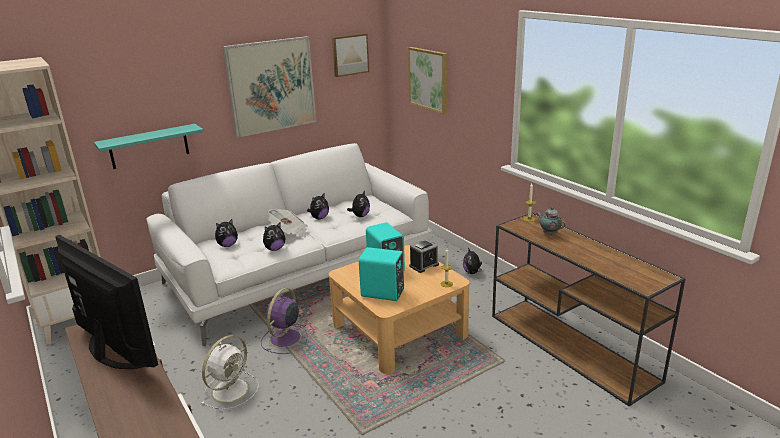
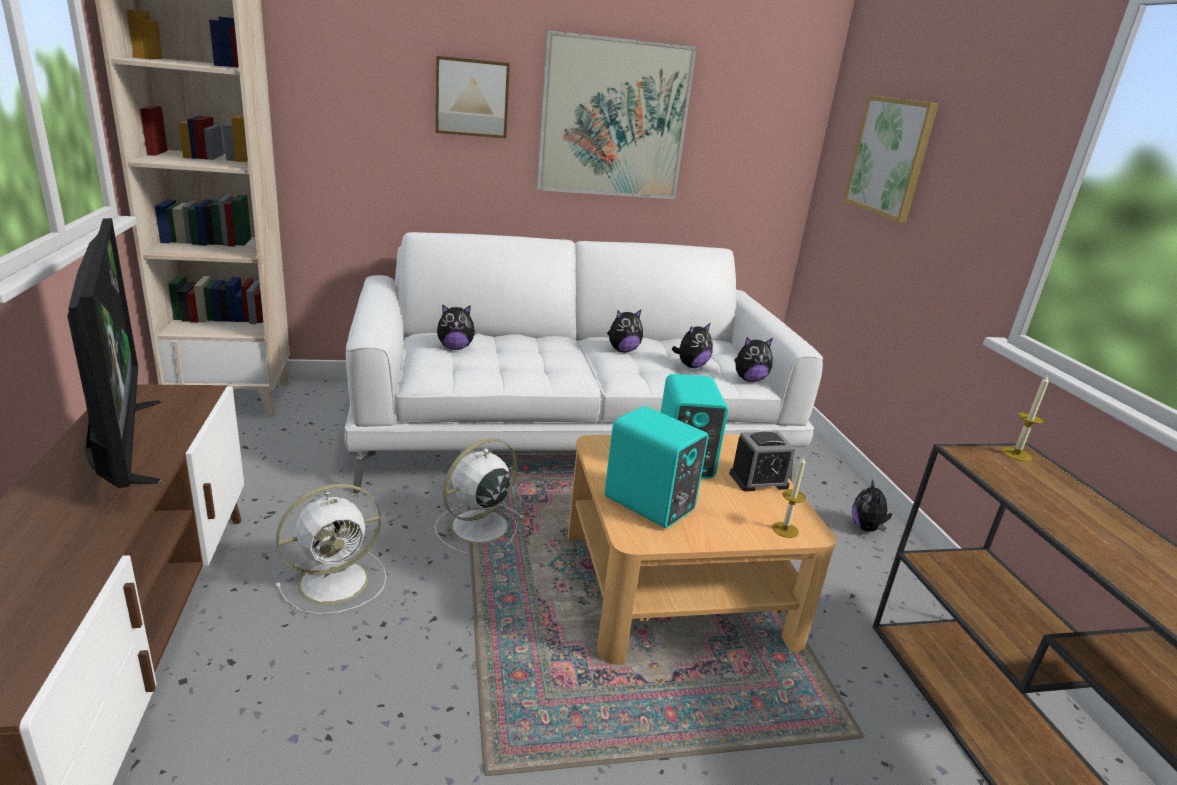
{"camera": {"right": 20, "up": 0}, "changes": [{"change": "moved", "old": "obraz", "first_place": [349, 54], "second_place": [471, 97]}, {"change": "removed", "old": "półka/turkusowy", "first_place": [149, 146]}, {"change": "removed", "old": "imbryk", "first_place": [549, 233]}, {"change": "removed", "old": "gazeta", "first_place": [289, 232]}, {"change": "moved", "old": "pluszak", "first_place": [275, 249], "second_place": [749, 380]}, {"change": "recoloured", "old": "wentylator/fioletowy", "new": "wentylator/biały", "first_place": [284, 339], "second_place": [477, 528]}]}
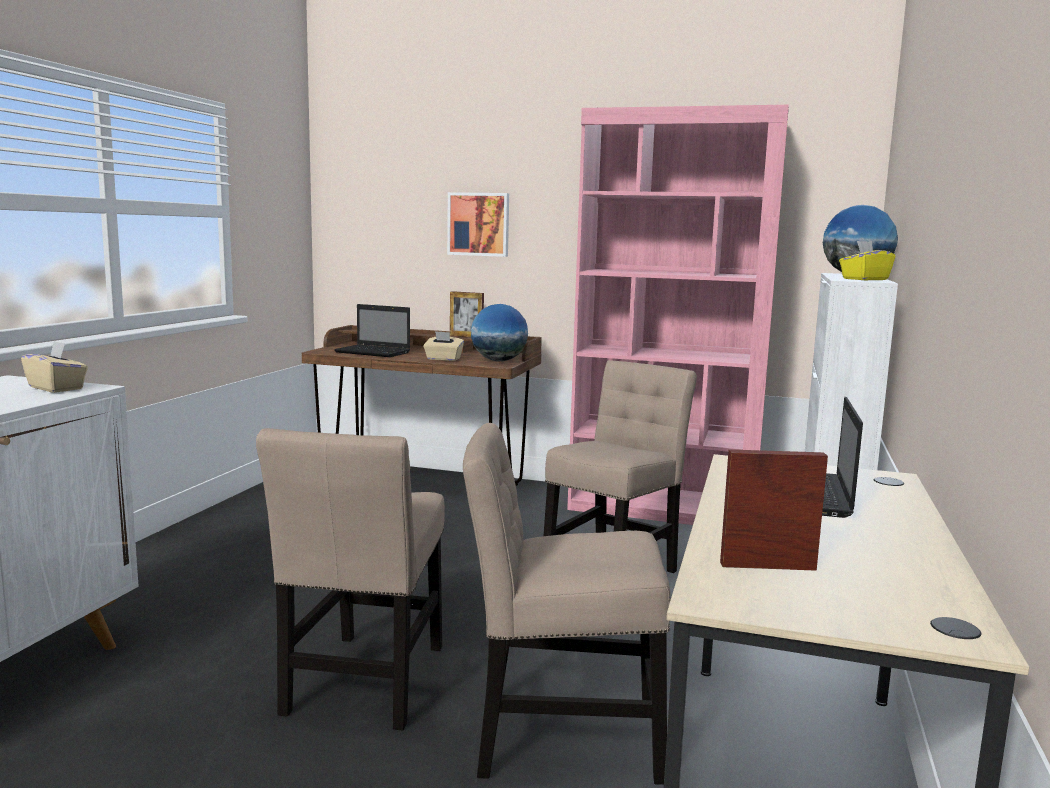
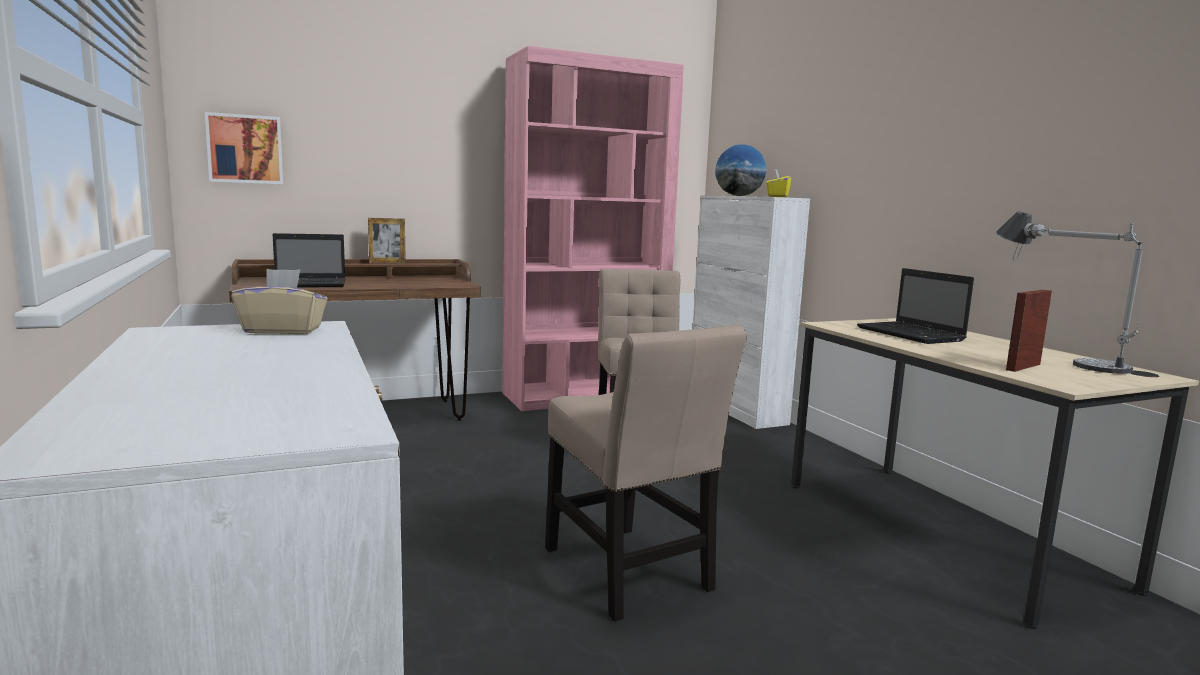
{"camera": {"right": -40, "up": 0}, "changes": [{"change": "moved", "old": "obraz", "first_place": [479, 224], "second_place": [245, 149]}, {"change": "removed", "old": "globus", "first_place": [498, 361]}, {"change": "removed", "old": "pudełko chusteczek/beżowy", "first_place": [443, 359]}, {"change": "removed", "old": "krzesło/beżowy", "first_place": [558, 739]}, {"change": "added", "new": "lampa stołowa", "second_place": [1055, 356]}]}
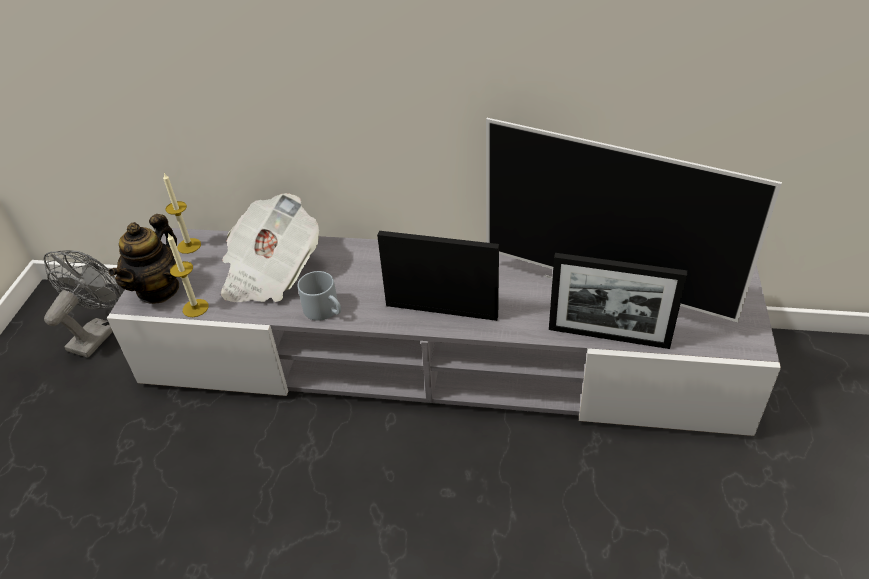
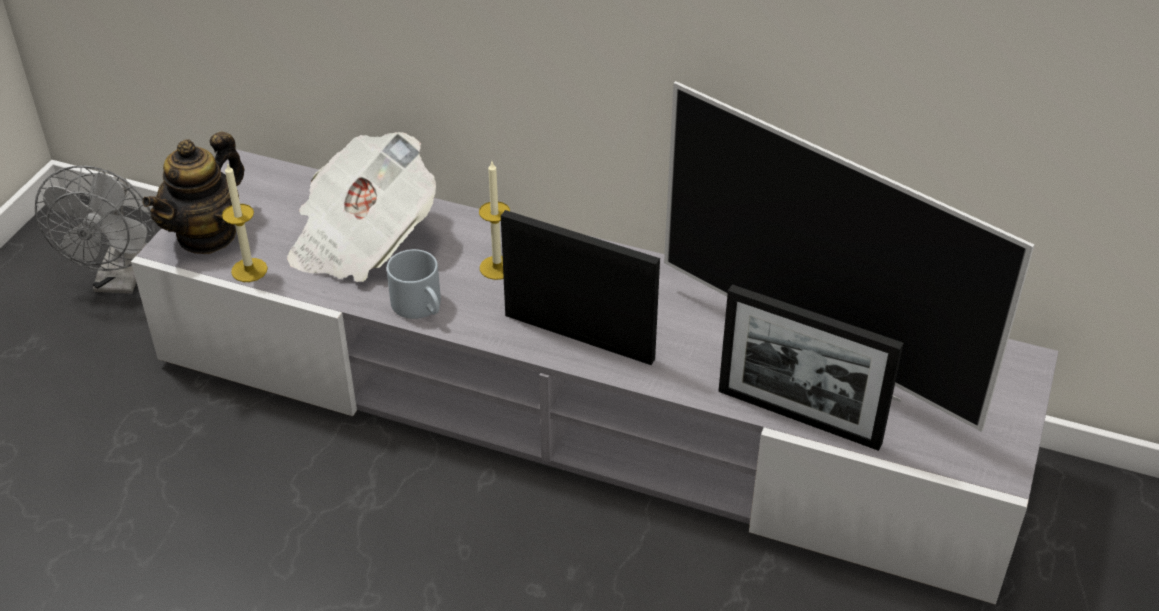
{"camera": {"right": 10, "up": 0}, "changes": [{"change": "moved", "old": "świeca", "first_place": [189, 246], "second_place": [497, 267]}, {"change": "turned", "old": "wentylator/szary", "first_place": [98, 333], "second_place": [120, 280], "degrees": 150}]}
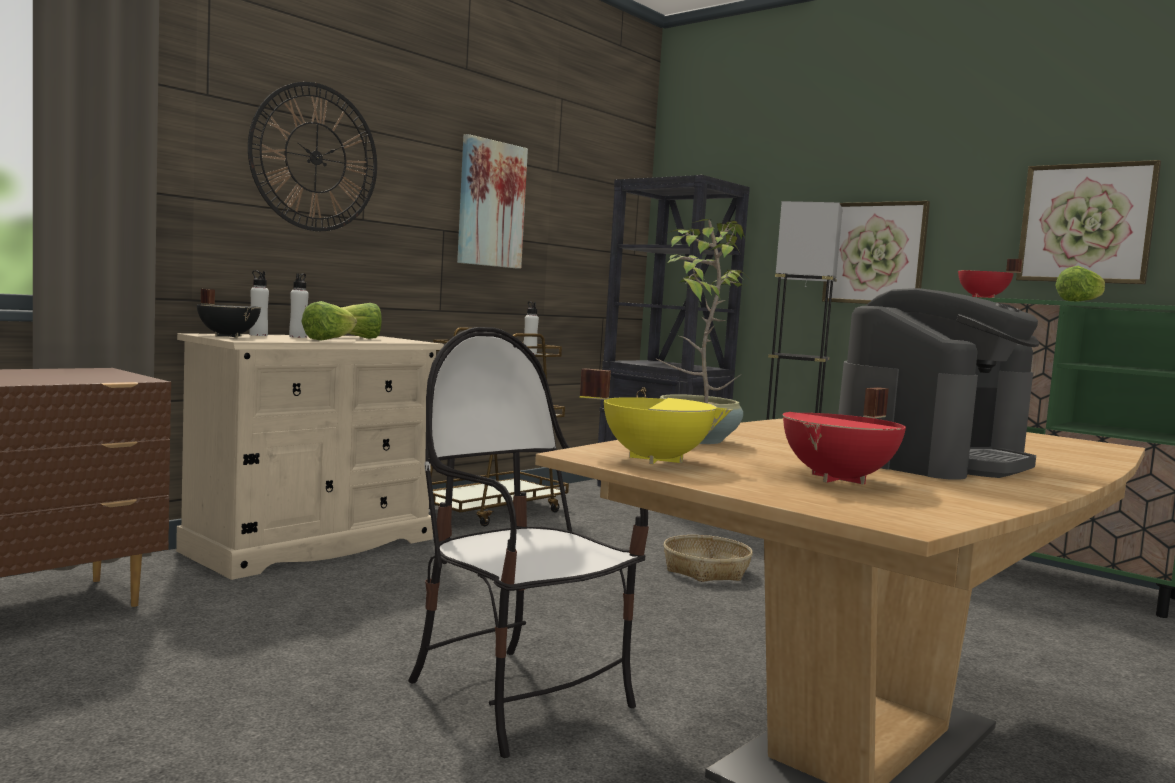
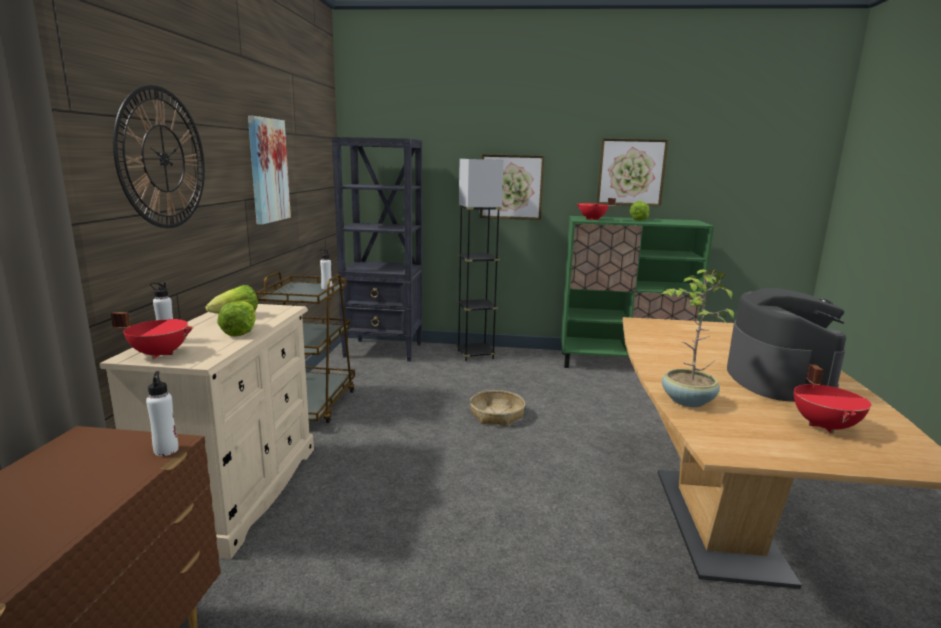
{"camera": {"right": -35, "up": 10}, "changes": [{"change": "moved", "old": "butelka/biały", "first_place": [298, 337], "second_place": [166, 450]}, {"change": "recoloured", "old": "garnek/czarny", "new": "garnek/czerwony", "first_place": [229, 336], "second_place": [160, 354]}, {"change": "removed", "old": "krzesło", "first_place": [518, 697]}, {"change": "removed", "old": "garnek/żółty", "first_place": [655, 459]}]}
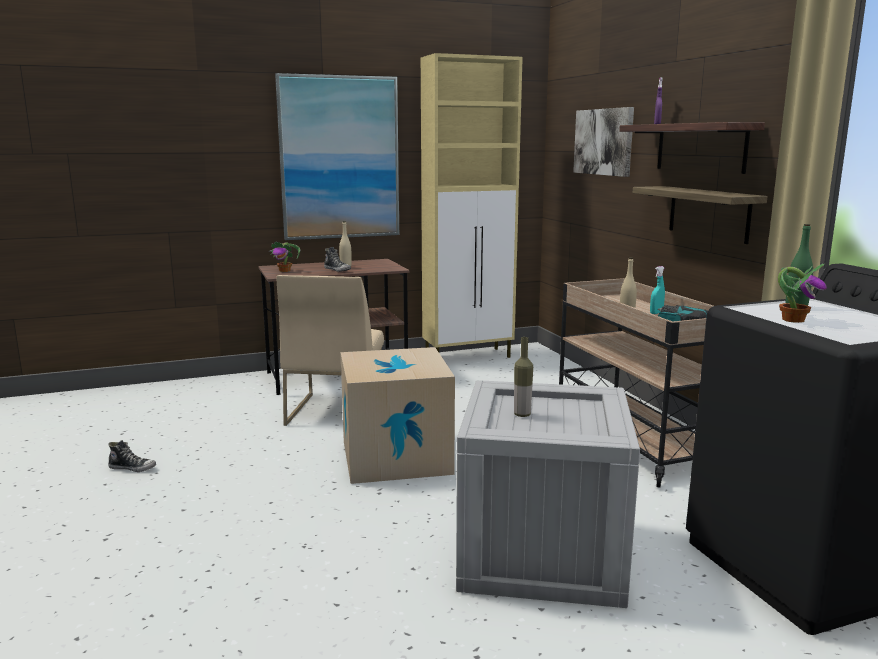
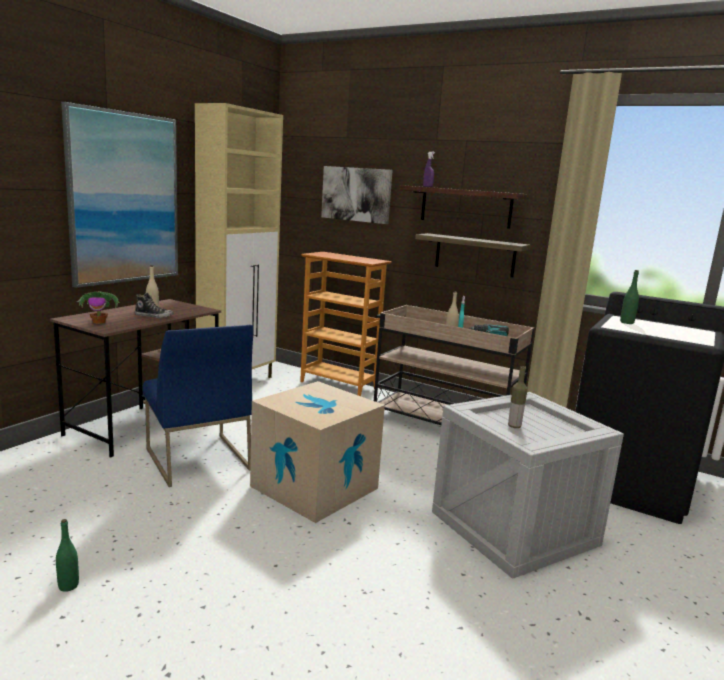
{"camera": {"right": -40, "up": 0}, "changes": [{"change": "removed", "old": "roślina doniczkowa", "first_place": [792, 320]}, {"change": "recoloured", "old": "krzesło/beżowy", "new": "krzesło/niebieski", "first_place": [335, 410], "second_place": [196, 459]}, {"change": "replaced", "old": "but", "new": "butelka/zielony", "first_place": [133, 468], "second_place": [68, 586]}, {"change": "added", "new": "regał", "second_place": [339, 385]}]}
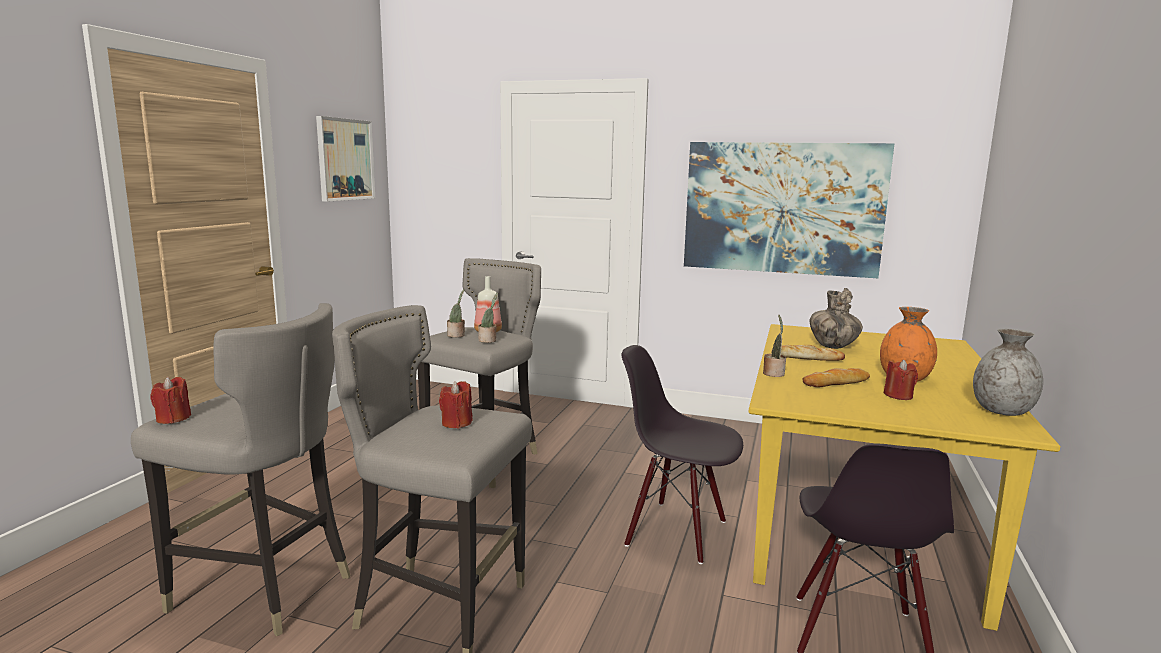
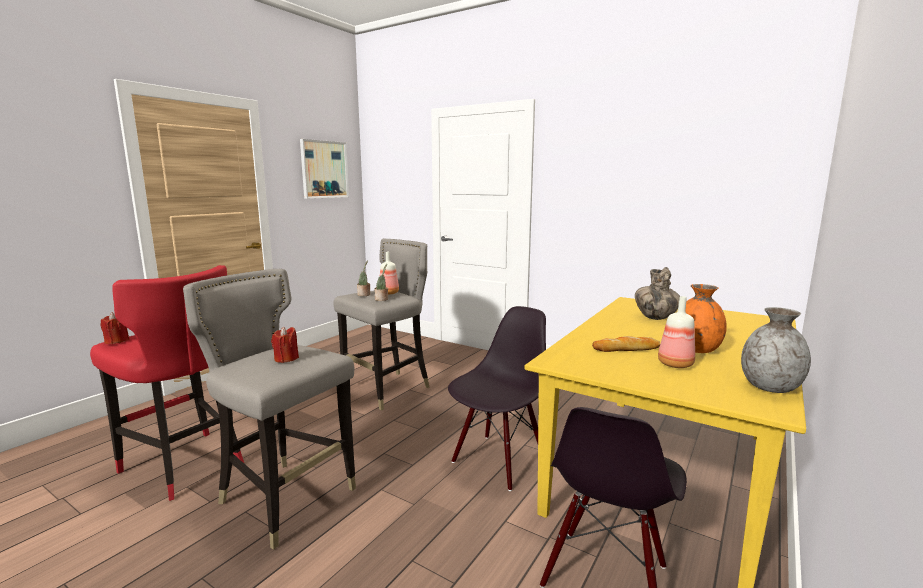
{"camera": {"right": 15, "up": 0}, "changes": [{"change": "removed", "old": "obraz", "first_place": [782, 208]}, {"change": "recoloured", "old": "stołek/szary", "new": "stołek/czerwony", "first_place": [265, 590], "second_place": [185, 466]}, {"change": "removed", "old": "roślina doniczkowa", "first_place": [773, 373]}, {"change": "turned", "old": "krzesło/czarny", "first_place": [676, 532], "second_place": [499, 461], "degrees": 90}, {"change": "removed", "old": "chleb", "first_place": [807, 358]}, {"change": "replaced", "old": "świeca/czerwony", "new": "butelka", "first_place": [898, 396], "second_place": [675, 364]}]}
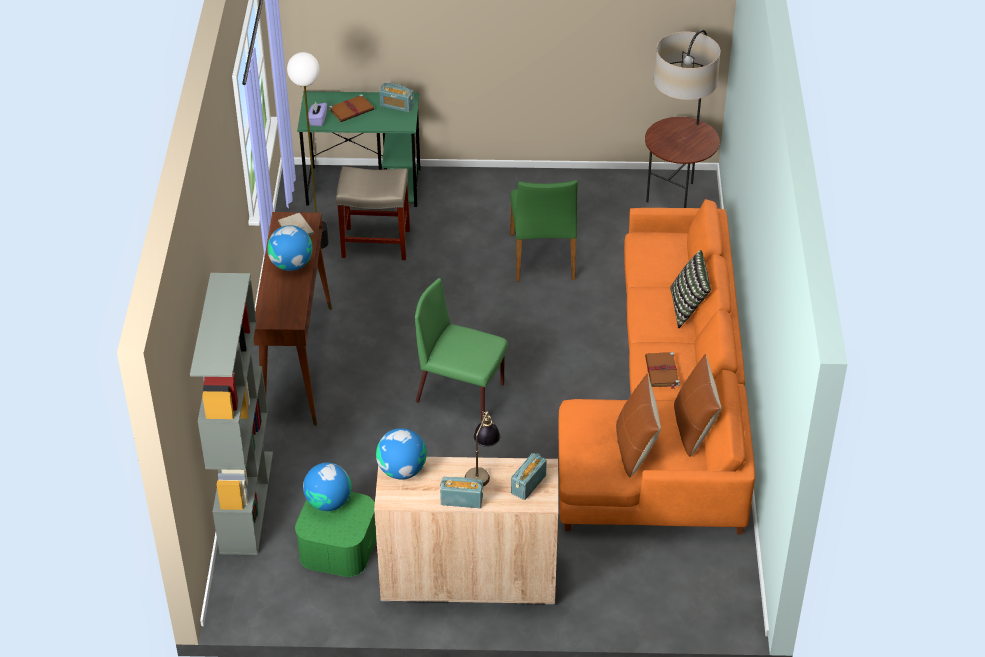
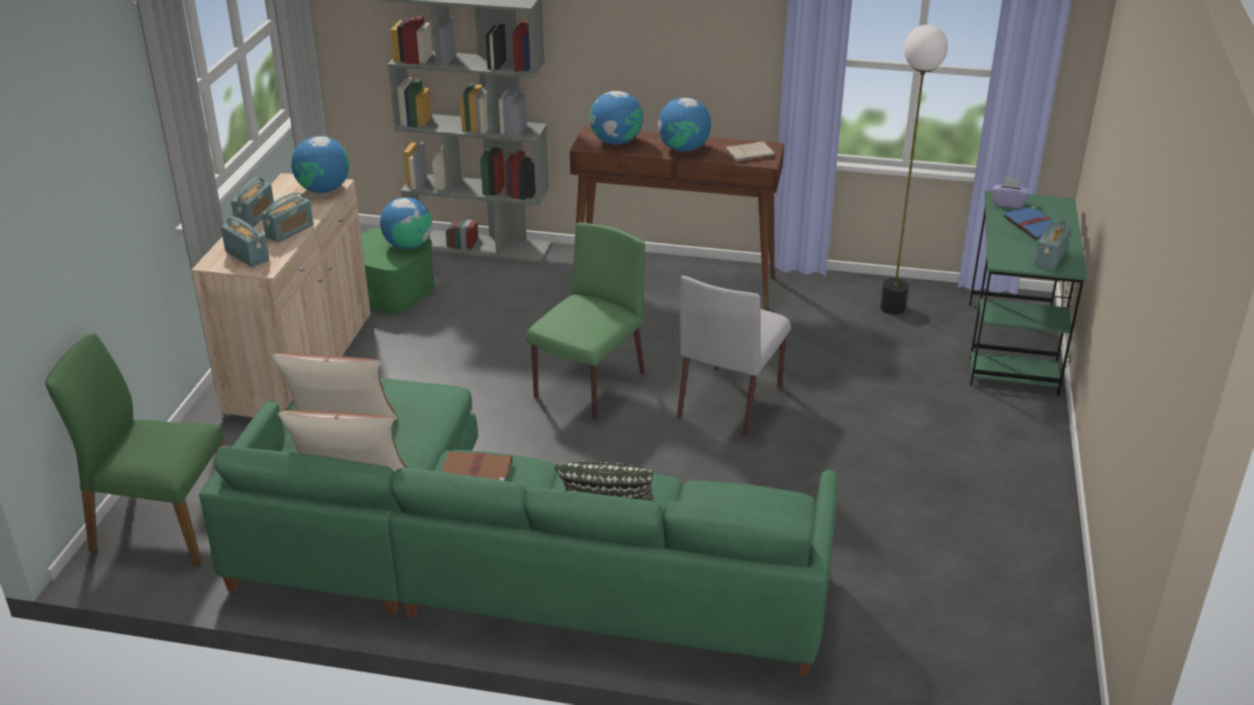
{"camera": {"right": 100, "up": -10}, "changes": [{"change": "removed", "old": "lampa stojąca", "first_place": [677, 198]}, {"change": "recoloured", "old": "książka/brązowy", "new": "książka/niebieski", "first_place": [352, 110], "second_place": [1035, 227]}, {"change": "removed", "old": "stołek/beżowy", "first_place": [375, 243]}, {"change": "moved", "old": "krzesło/zielony", "first_place": [543, 257], "second_place": [163, 525]}, {"change": "recoloured", "old": "kanapa/pomarańczowy", "new": "kanapa/zielony", "first_place": [666, 407], "second_place": [499, 558]}, {"change": "replaced", "old": "lampa stołowa", "new": "radio", "first_place": [482, 470], "second_place": [289, 231]}, {"change": "added", "new": "globus", "second_place": [616, 141]}, {"change": "added", "new": "krzesło/szary", "second_place": [730, 401]}]}
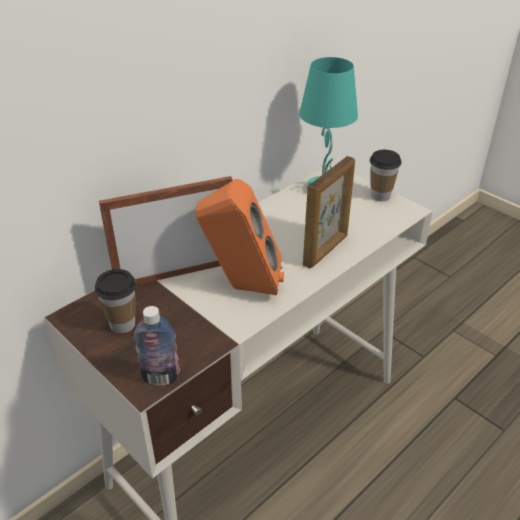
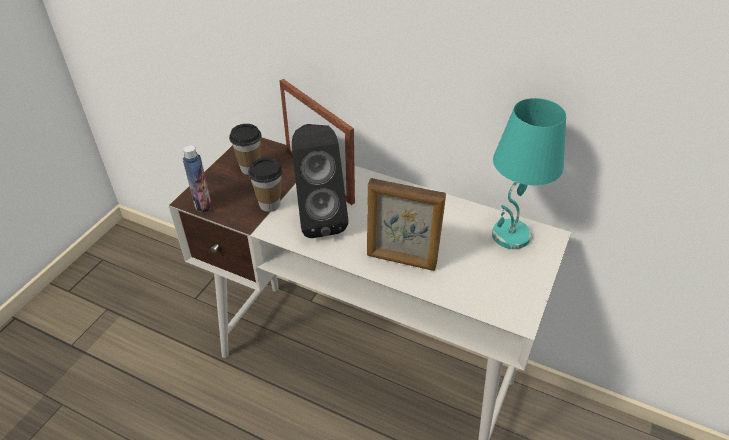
{"camera": {"right": 70, "up": 5}, "changes": [{"change": "moved", "old": "filiżanka", "first_place": [380, 196], "second_place": [270, 204]}, {"change": "recoloured", "old": "głośnik/pomarańczowy", "new": "głośnik/czarny", "first_place": [242, 287], "second_place": [319, 218]}]}
